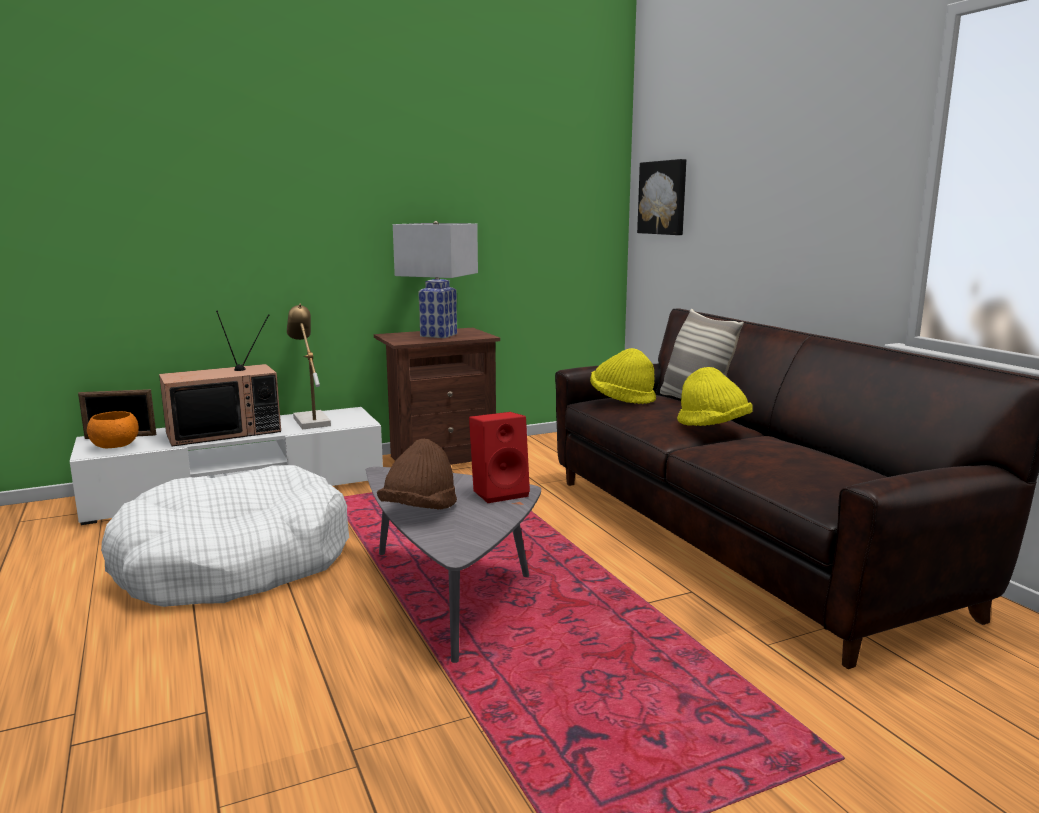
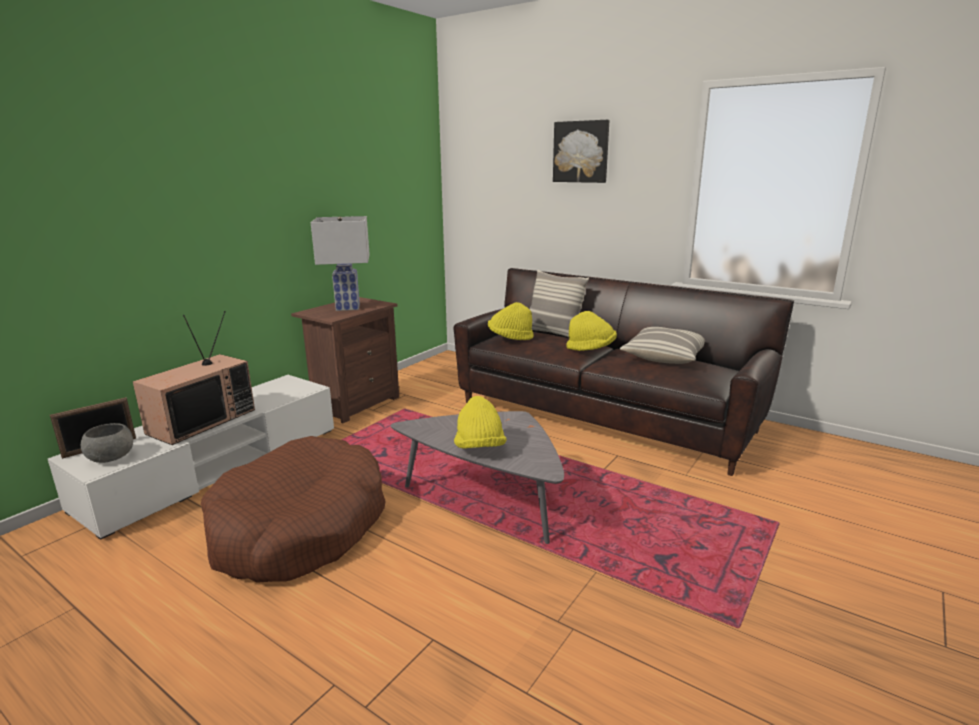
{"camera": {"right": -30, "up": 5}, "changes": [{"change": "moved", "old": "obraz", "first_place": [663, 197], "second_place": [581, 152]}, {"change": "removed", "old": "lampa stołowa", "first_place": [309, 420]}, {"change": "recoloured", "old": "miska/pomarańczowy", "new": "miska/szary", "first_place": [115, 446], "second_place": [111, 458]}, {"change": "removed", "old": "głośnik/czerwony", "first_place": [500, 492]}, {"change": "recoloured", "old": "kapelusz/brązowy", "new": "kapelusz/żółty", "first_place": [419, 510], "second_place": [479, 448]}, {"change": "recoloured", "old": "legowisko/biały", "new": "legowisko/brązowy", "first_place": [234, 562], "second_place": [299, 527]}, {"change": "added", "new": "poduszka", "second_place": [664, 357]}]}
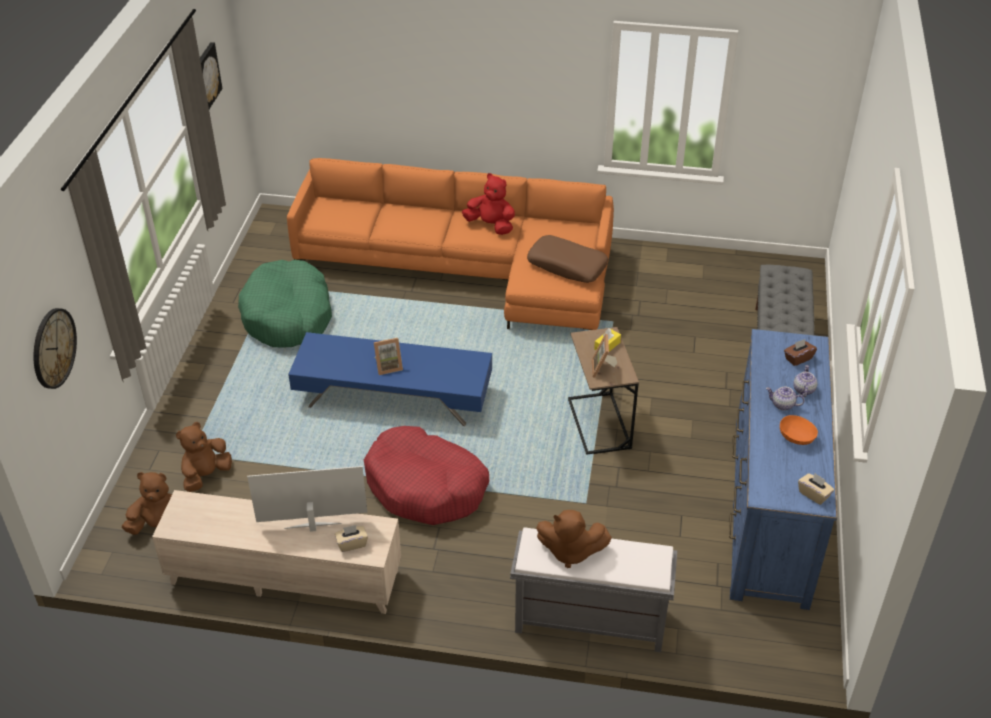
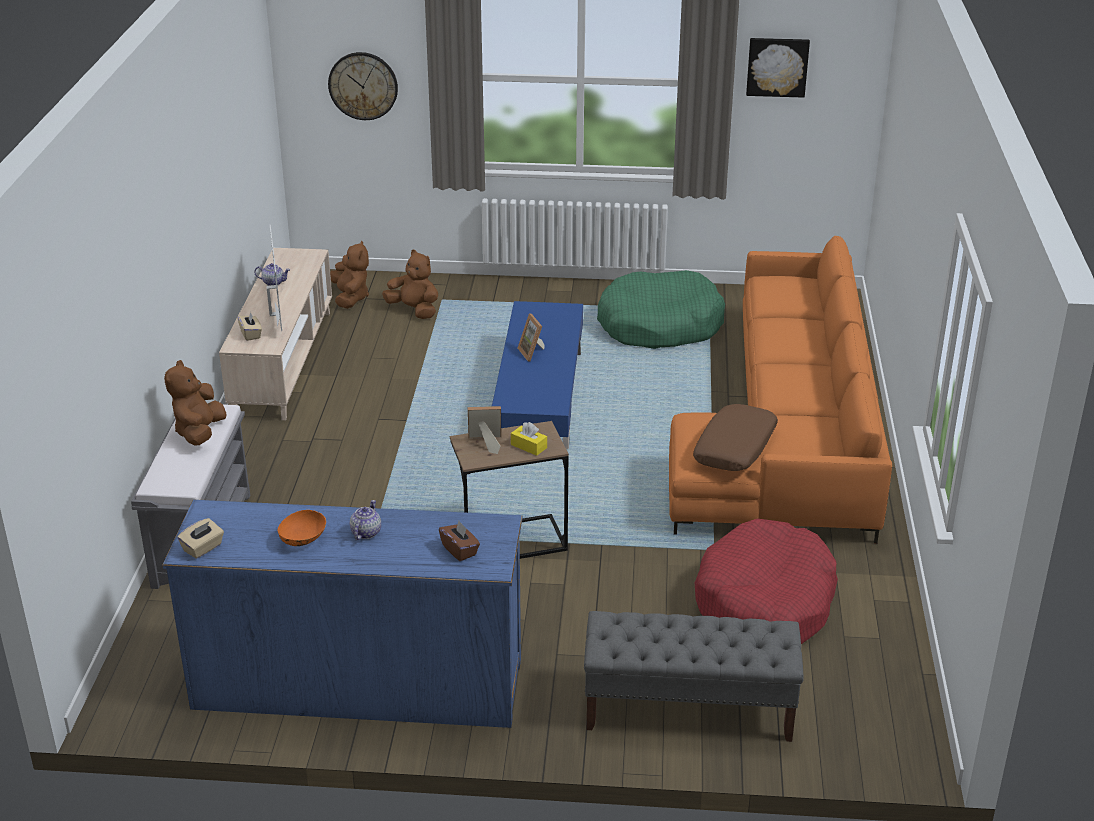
{"camera": {"right": 85, "up": -10}, "changes": [{"change": "removed", "old": "pluszak/czerwony", "first_place": [491, 225]}, {"change": "moved", "old": "imbryk", "first_place": [803, 389], "second_place": [273, 282]}, {"change": "moved", "old": "legowisko/czerwony", "first_place": [426, 486], "second_place": [765, 603]}]}
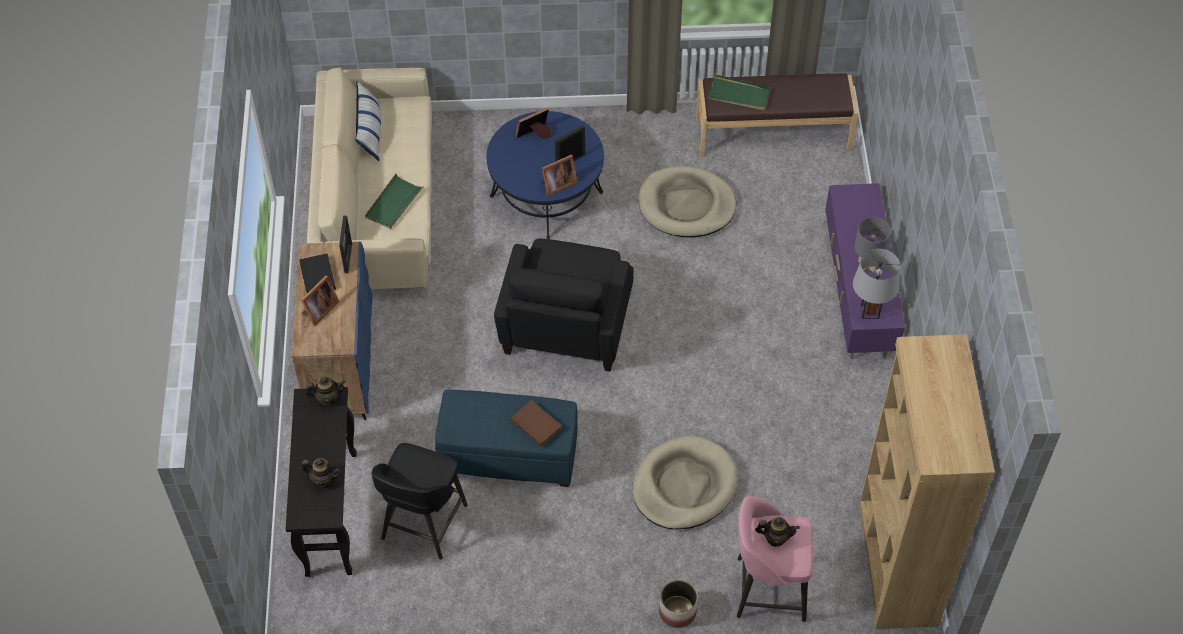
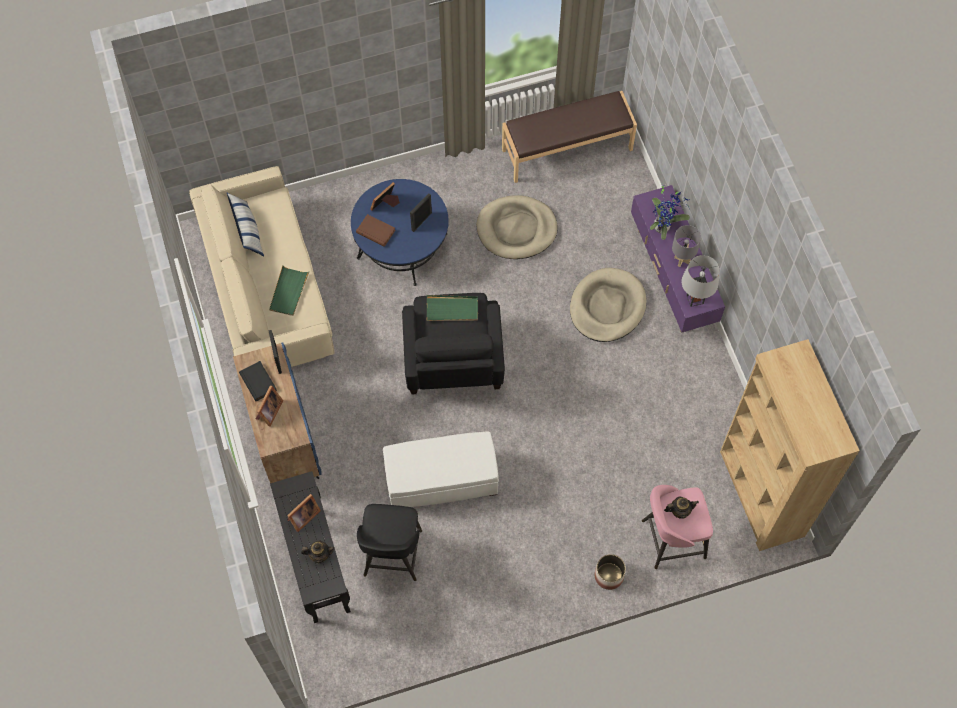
{"camera": {"right": -15, "up": 10}, "changes": [{"change": "moved", "old": "taca/zielony", "first_place": [739, 95], "second_place": [452, 309]}, {"change": "moved", "old": "ramka na zdjęcie", "first_place": [557, 184], "second_place": [303, 517]}, {"change": "removed", "old": "imbryk", "first_place": [327, 398]}, {"change": "recoloured", "old": "pufa/niebieski", "new": "pufa/biały", "first_place": [508, 456], "second_place": [441, 481]}, {"change": "moved", "old": "książka/brązowy", "first_place": [537, 424], "second_place": [376, 231]}, {"change": "moved", "old": "legowisko/beżowy", "first_place": [684, 486], "second_place": [607, 307]}, {"change": "added", "new": "roślina doniczkowa", "second_place": [663, 226]}]}
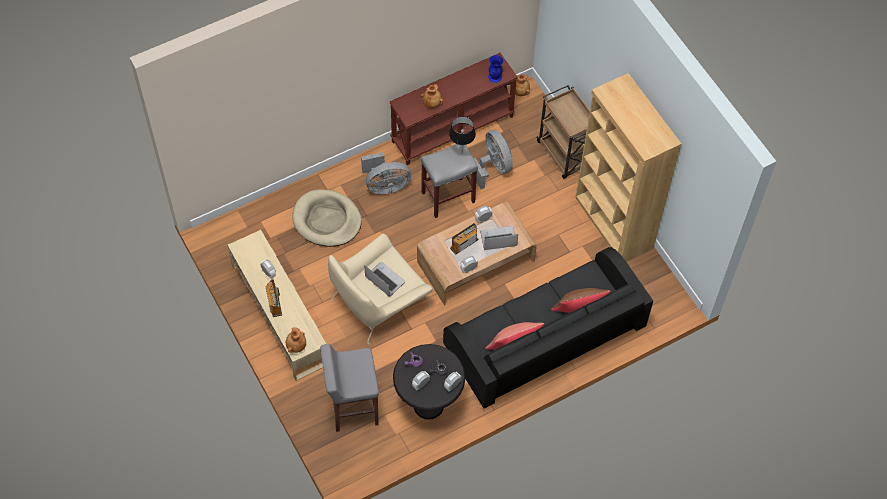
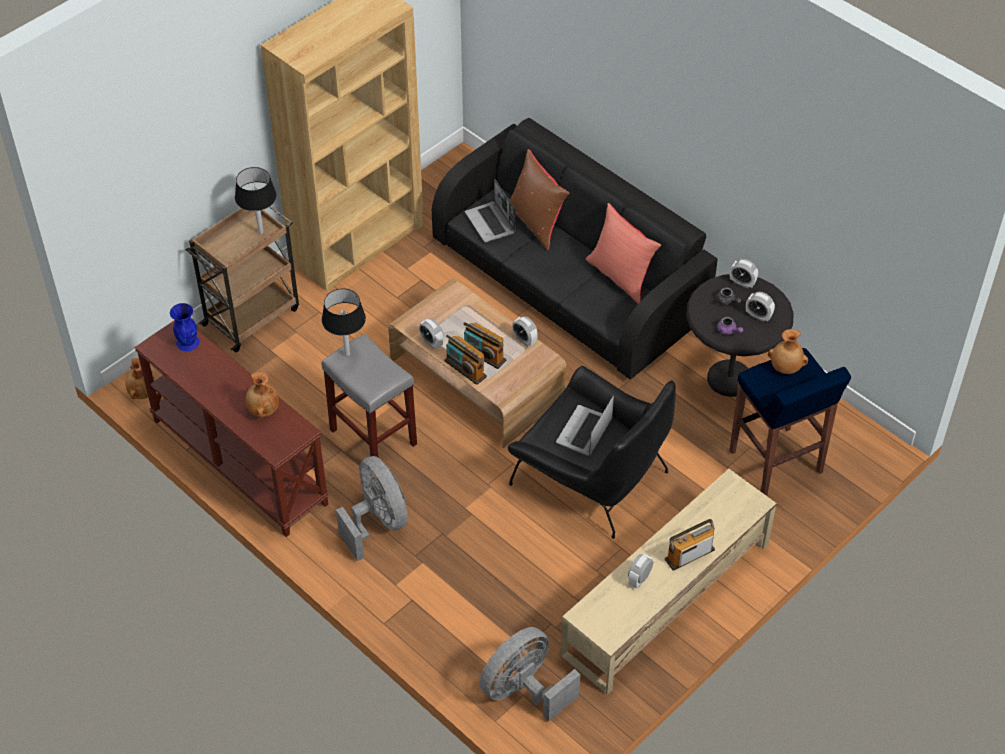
{"camera": {"right": -105, "up": -10}, "changes": [{"change": "moved", "old": "wentylator/szary", "first_place": [493, 167], "second_place": [524, 690]}, {"change": "removed", "old": "legowisko/beżowy", "first_place": [327, 220]}, {"change": "moved", "old": "laptop", "first_place": [498, 239], "second_place": [491, 223]}, {"change": "recoloured", "old": "fotel/beżowy", "new": "fotel/czarny", "first_place": [379, 302], "second_place": [591, 476]}, {"change": "moved", "old": "wazon/brązowy", "first_place": [296, 346], "second_place": [785, 367]}, {"change": "recoloured", "old": "stołek/szary", "new": "stołek/niebieski", "first_place": [352, 408], "second_place": [776, 463]}, {"change": "added", "new": "lampa stołowa/czarny", "second_place": [261, 232]}, {"change": "added", "new": "radio", "second_place": [465, 369]}]}
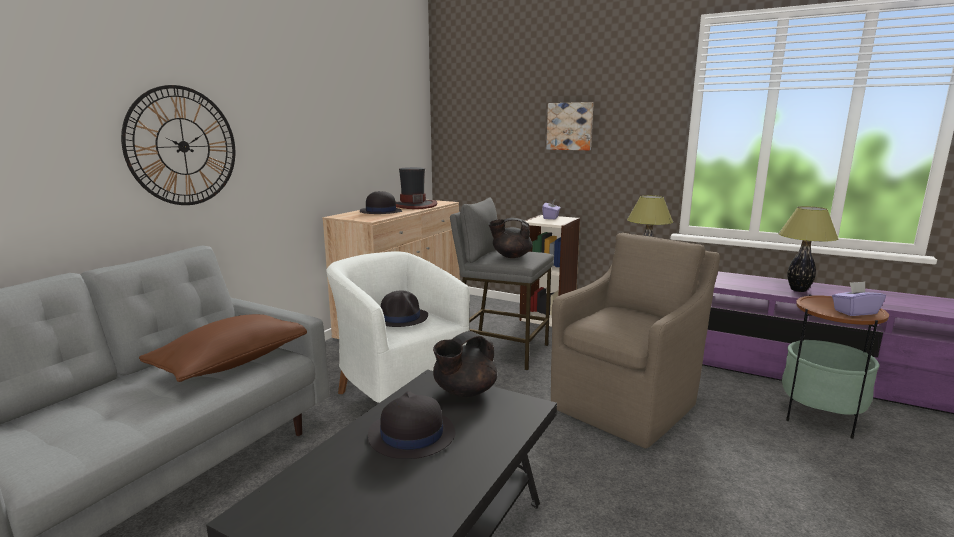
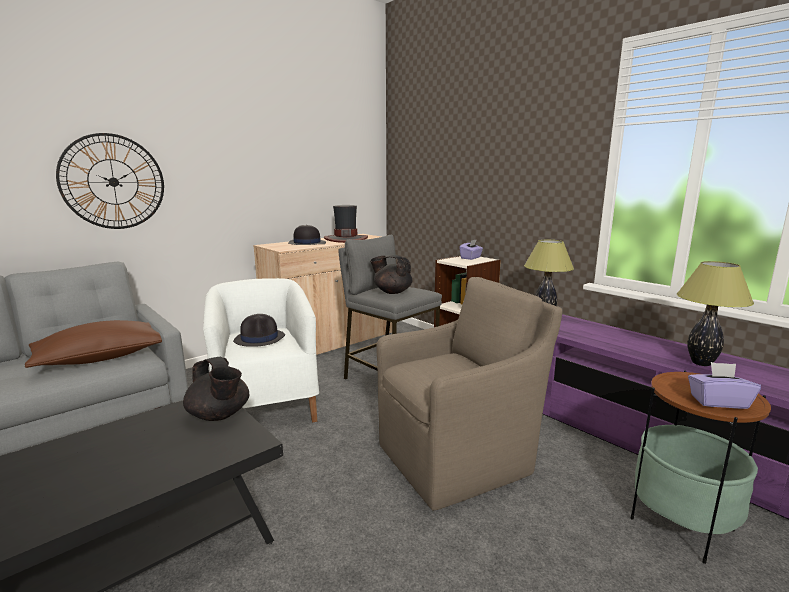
{"camera": {"right": 20, "up": 0}, "changes": [{"change": "removed", "old": "obraz", "first_place": [570, 126]}, {"change": "turned", "old": "imbryk/czarny", "first_place": [464, 392], "second_place": [219, 415], "degrees": -105}, {"change": "removed", "old": "kapelusz/czarny", "first_place": [411, 435]}]}
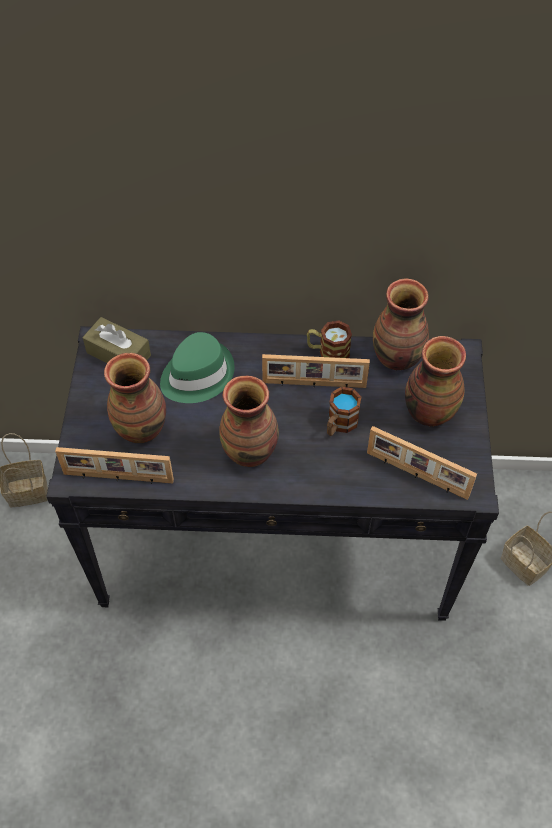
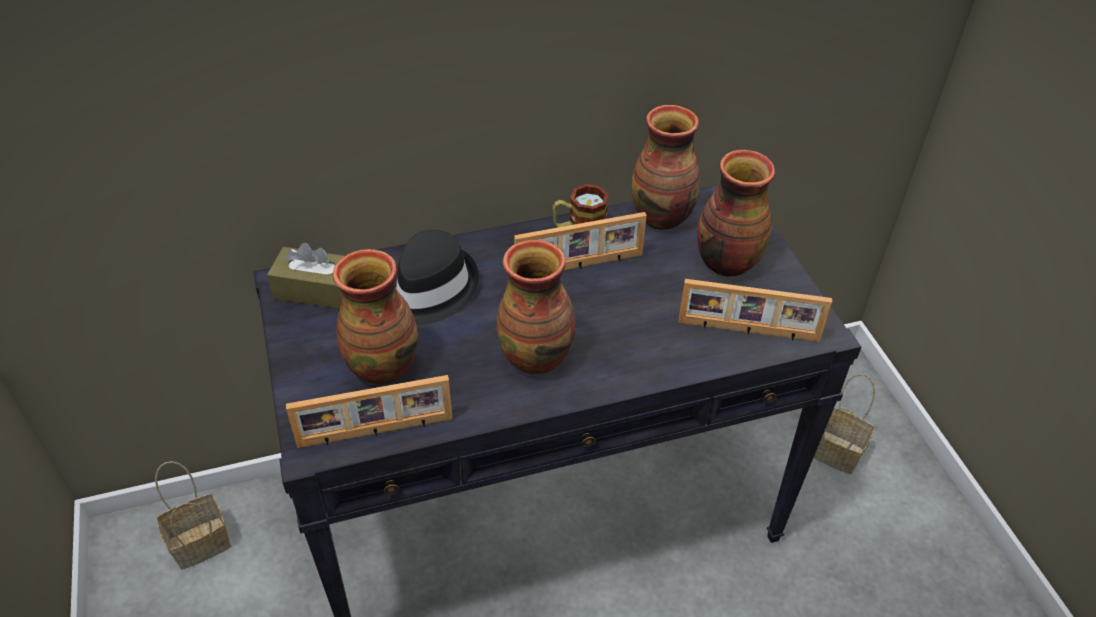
{"camera": {"right": -20, "up": -10}, "changes": [{"change": "recoloured", "old": "kapelusz/zielony", "new": "kapelusz/czarny", "first_place": [196, 374], "second_place": [429, 289]}, {"change": "removed", "old": "kubek", "first_place": [339, 424]}]}
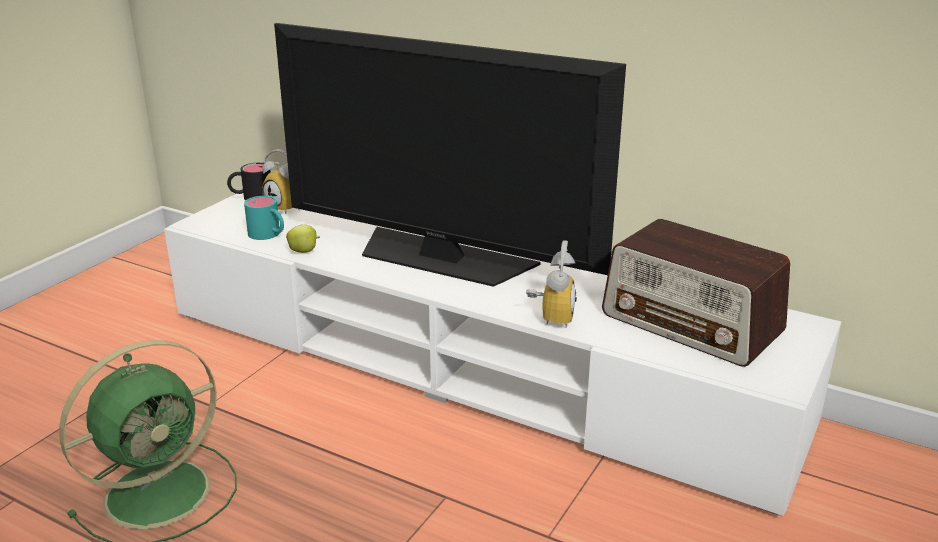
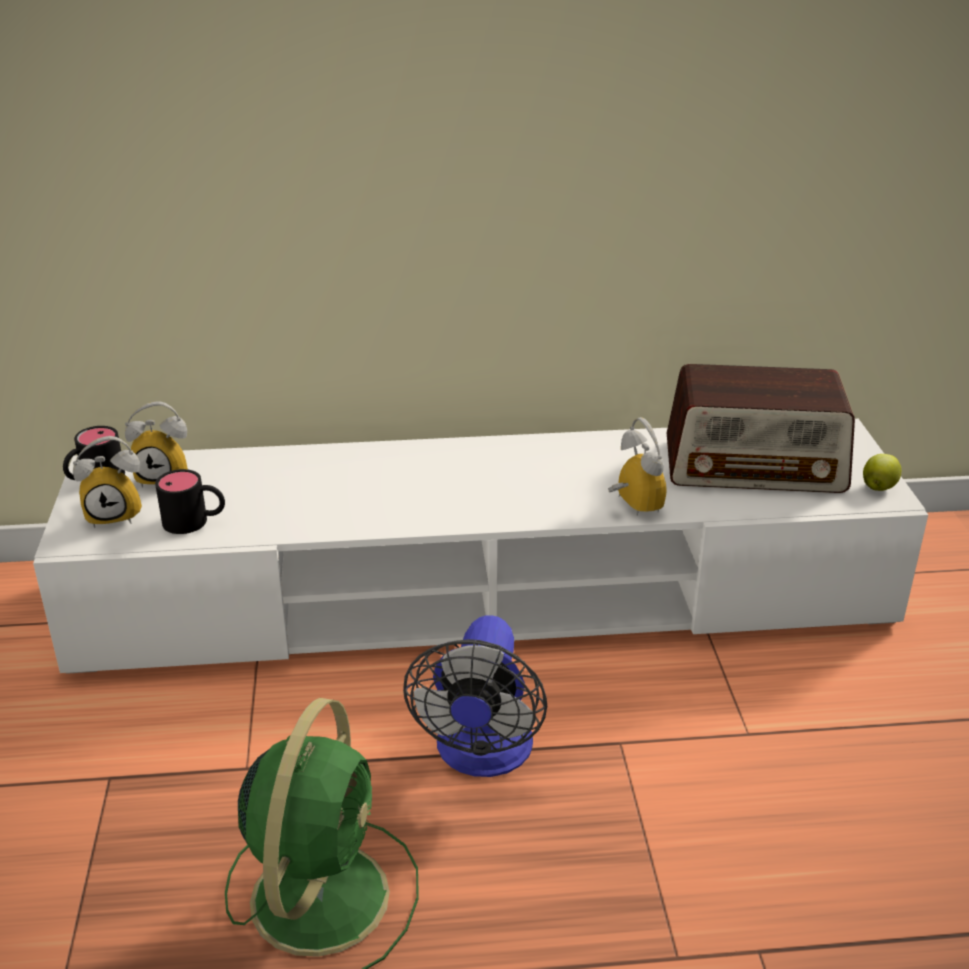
{"camera": {"right": -35, "up": 5}, "changes": [{"change": "removed", "old": "telewizor", "first_place": [441, 258]}, {"change": "recoloured", "old": "kubek/turkusowy", "new": "kubek/czarny", "first_place": [269, 235], "second_place": [195, 521]}, {"change": "moved", "old": "jabłko", "first_place": [304, 251], "second_place": [878, 487]}, {"change": "added", "new": "budzik", "second_place": [116, 514]}, {"change": "added", "new": "wentylator", "second_place": [482, 755]}]}
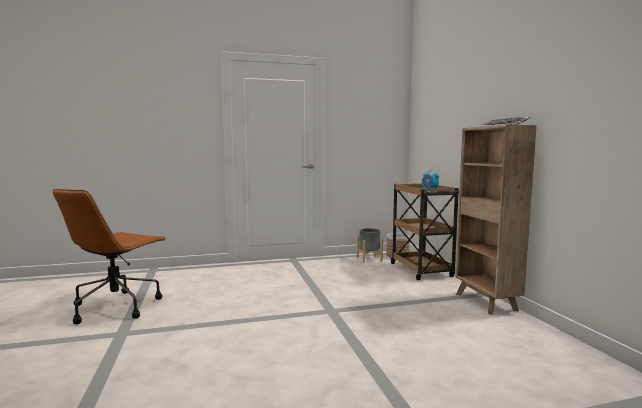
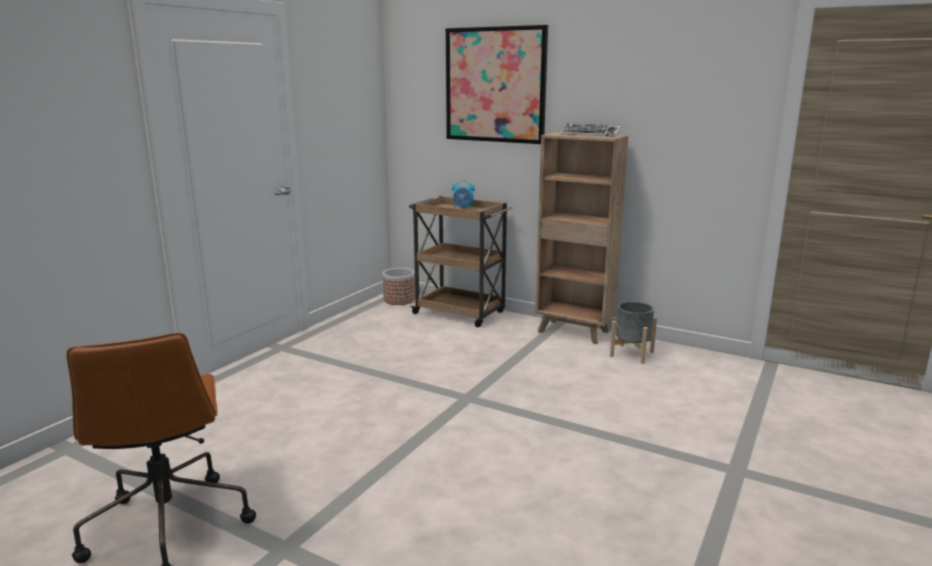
{"camera": {"right": -45, "up": 10}, "changes": [{"change": "moved", "old": "donica/szary", "first_place": [369, 259], "second_place": [632, 354]}, {"change": "added", "new": "obraz", "second_place": [495, 85]}]}
